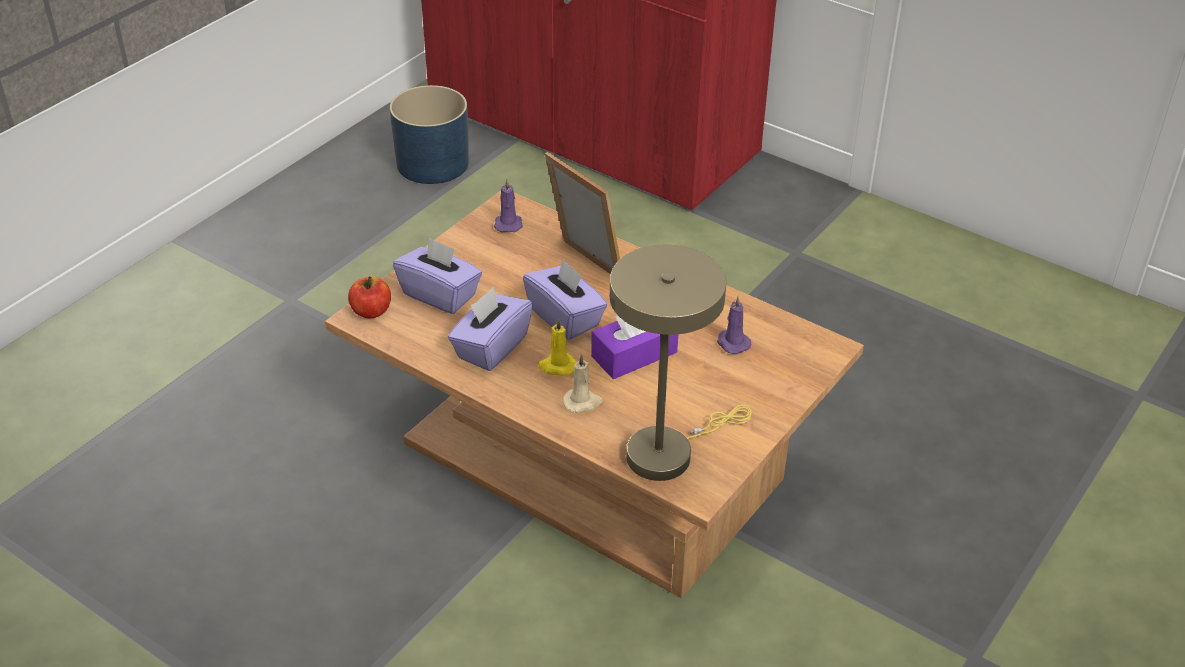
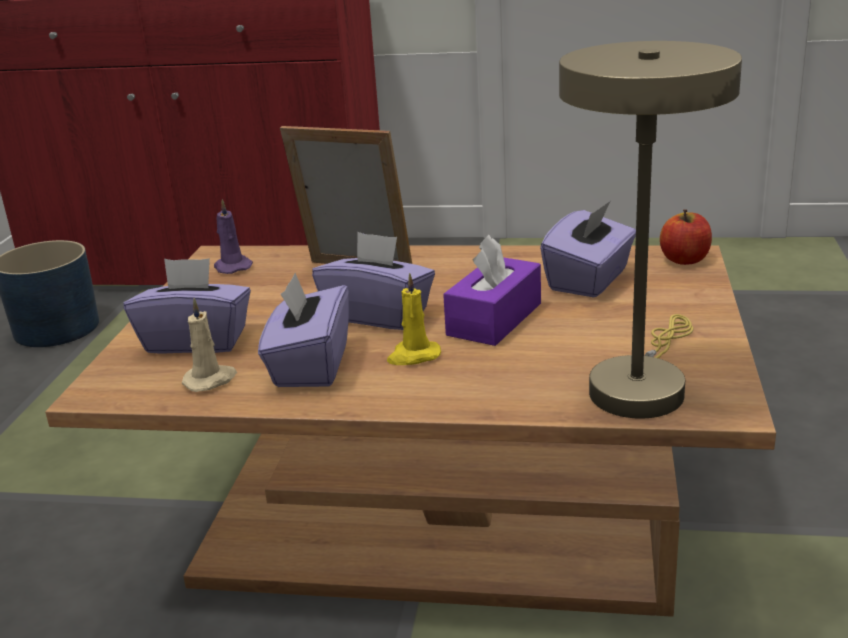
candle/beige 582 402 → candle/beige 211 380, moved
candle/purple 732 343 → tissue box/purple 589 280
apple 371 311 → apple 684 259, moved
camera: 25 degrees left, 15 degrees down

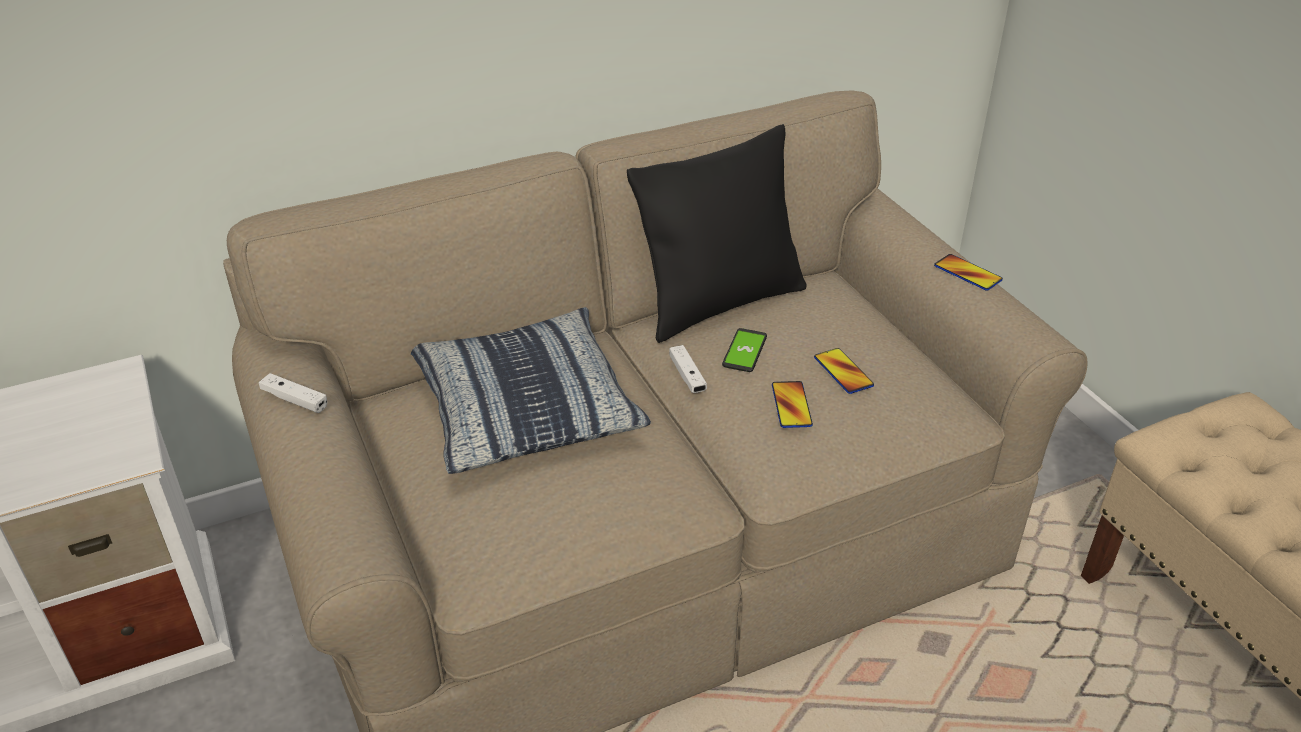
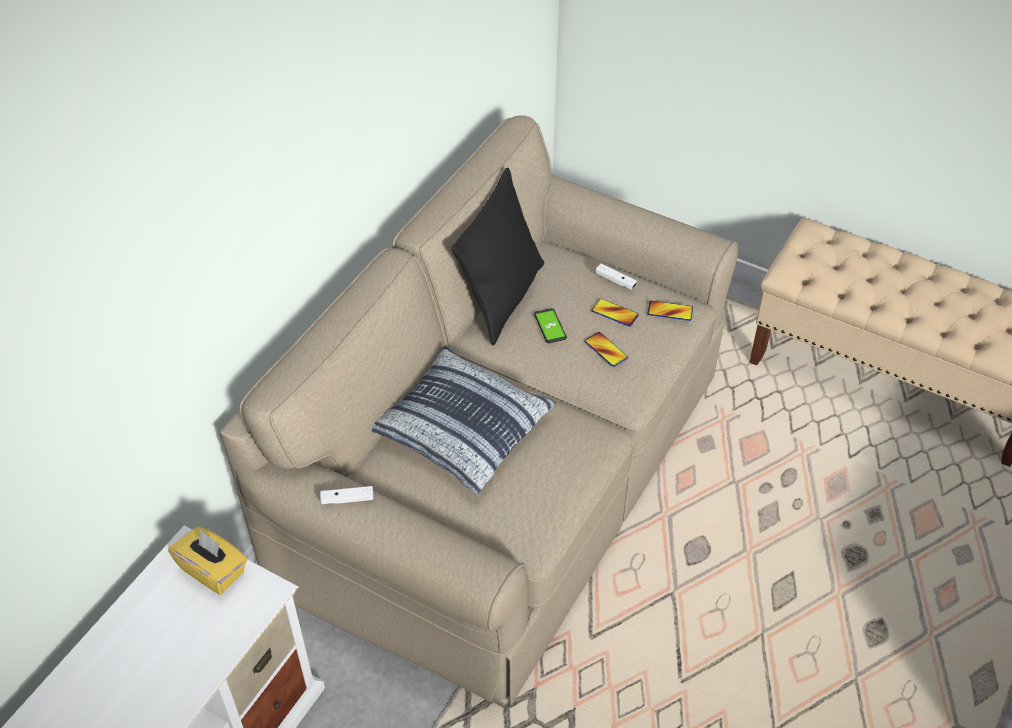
- → tissue box/yellow 213 570
game controller/white 687 376 → game controller/white 615 281, moved
phone 967 273 → phone 670 311, moved
camera: 35 degrees left, 10 degrees up

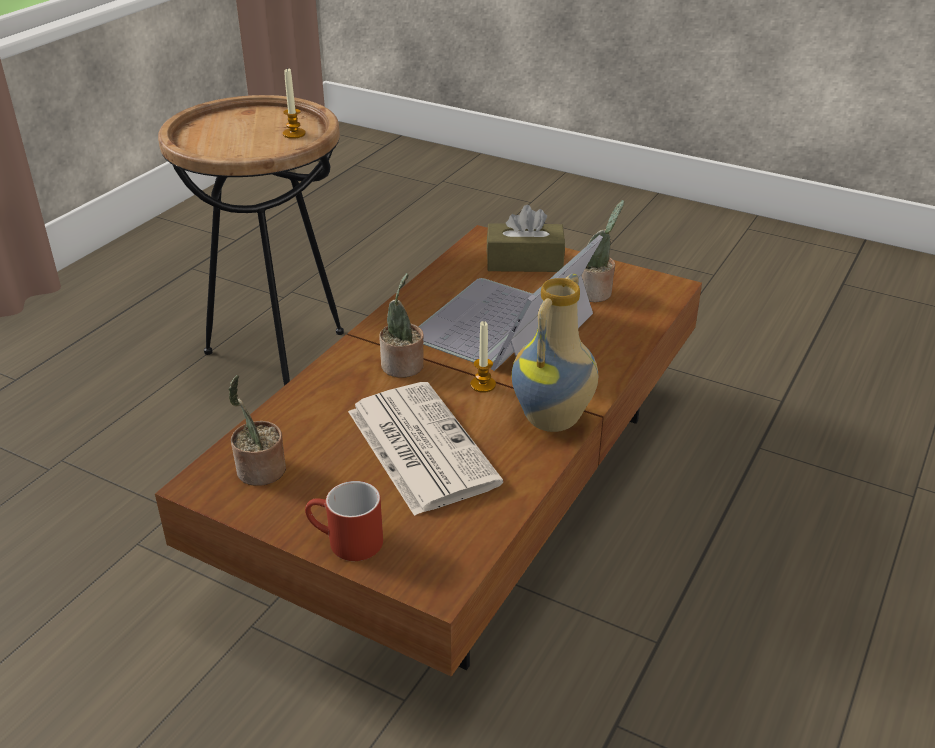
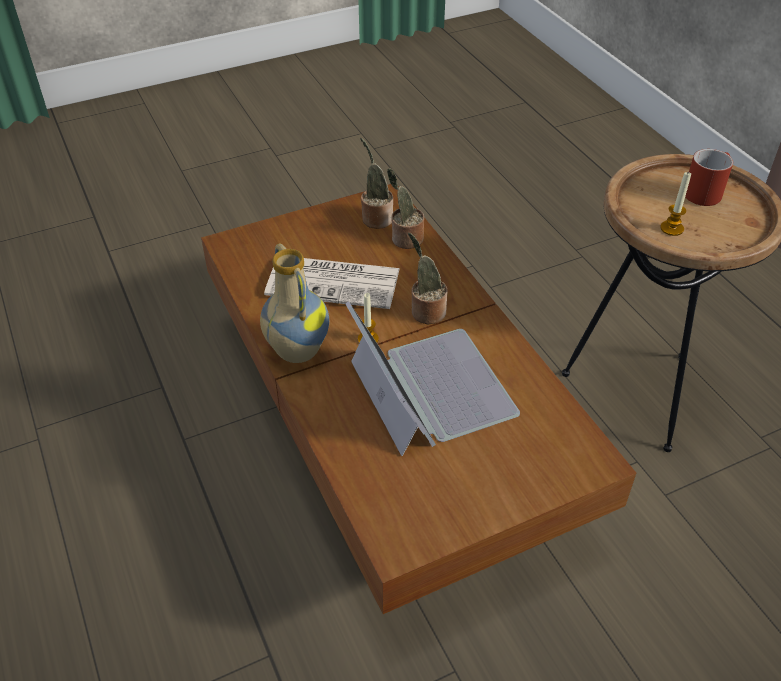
potted plant 595 293 → potted plant 405 239, moved
mug/red 345 542 → mug/red 705 191, moved
tissue box/brown 524 262 → -
camera: 125 degrees right, 10 degrees up

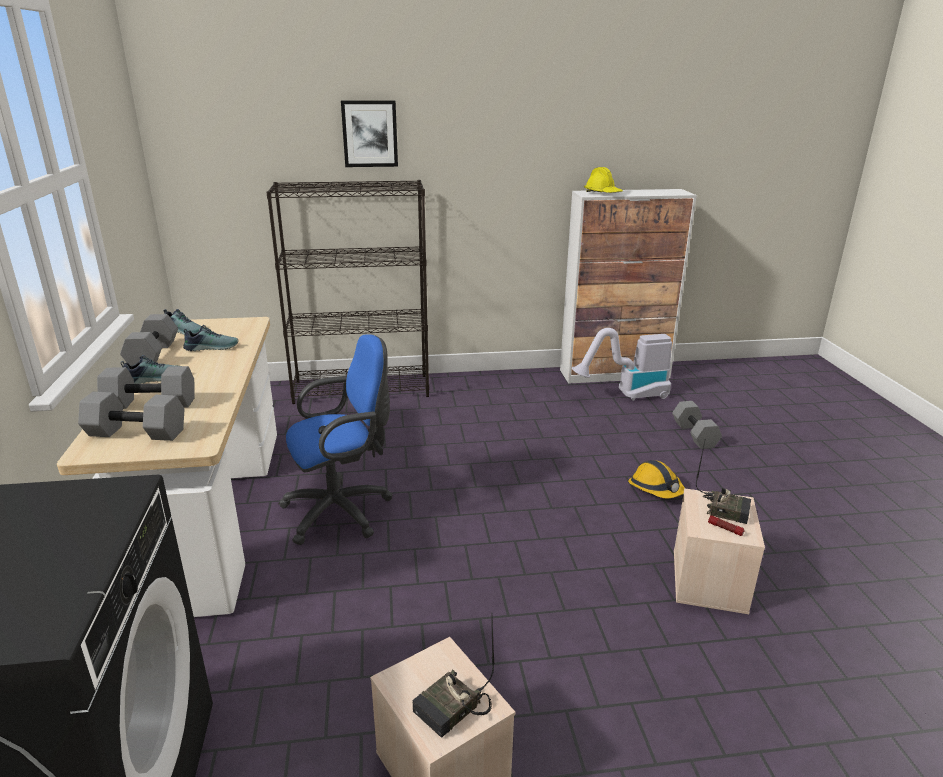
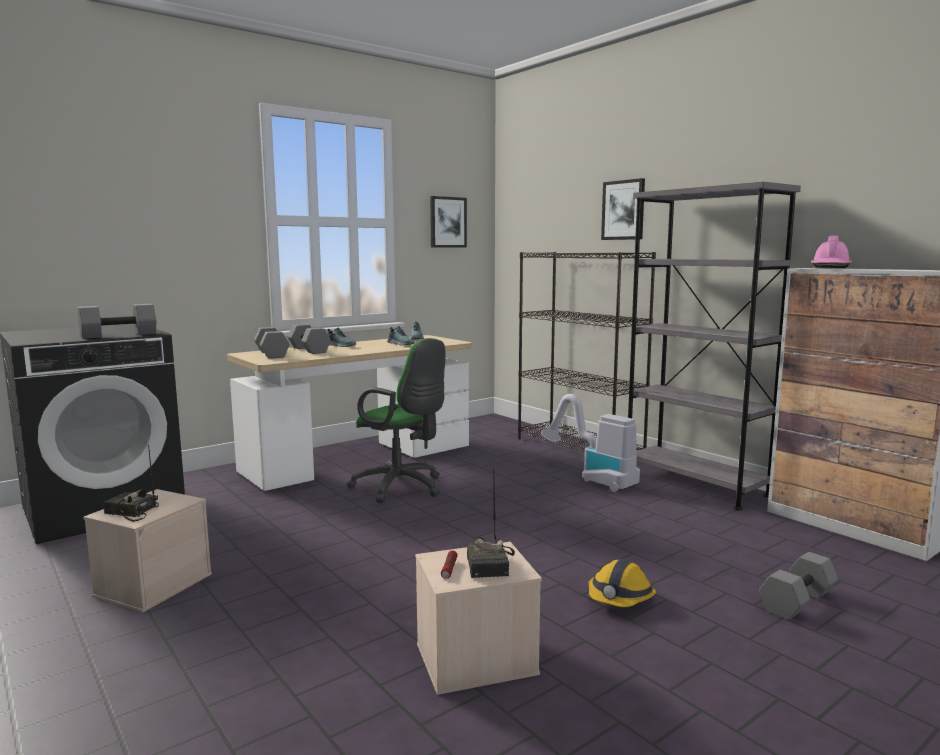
dumbbell/grey 154 355 → dumbbell/grey 118 335, moved
office chair/blue 343 511 → office chair/green 402 488
- → picture 447 222
vacuum cleaner 626 395 → vacuum cleaner 592 478, moved
- → bookcase/grey 694 484
hard hat/yellow 603 193 → hard hat/pink 830 268
camera: 60 degrees right, 15 degrees down

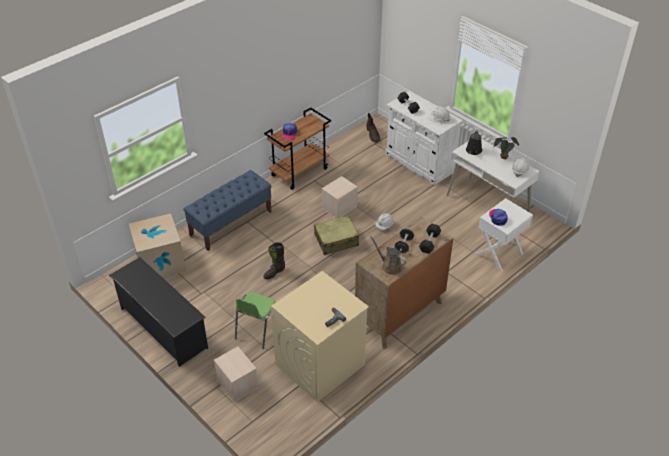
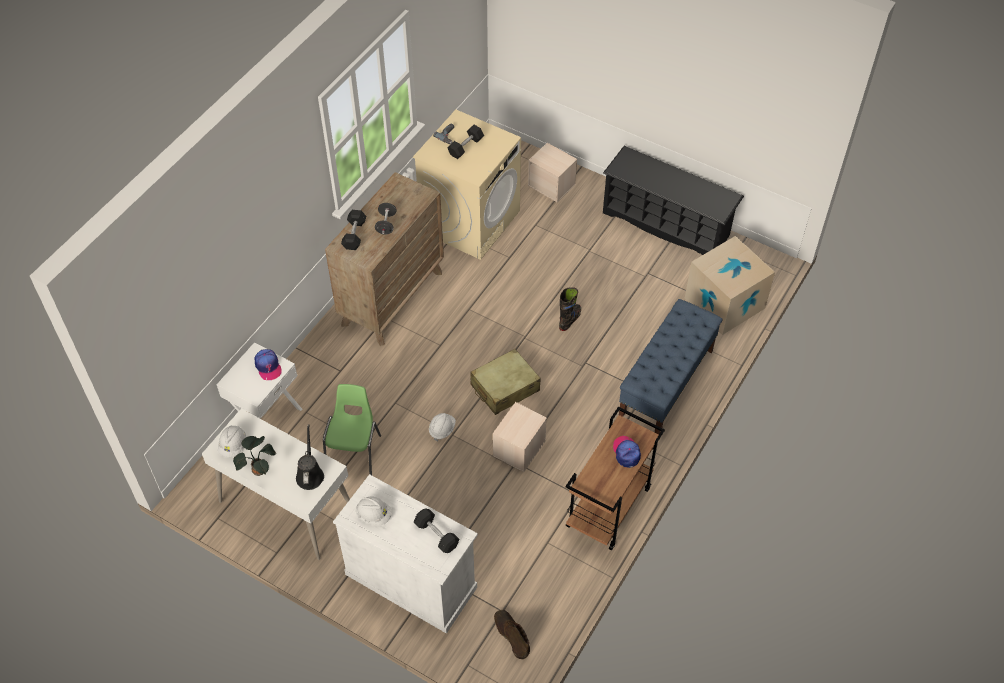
chair/green 257 330 → chair/green 355 454, moved
- → dumbbell/black 466 147
watering can/brown 390 266 → -
camera: 165 degrees right, 10 degrees up

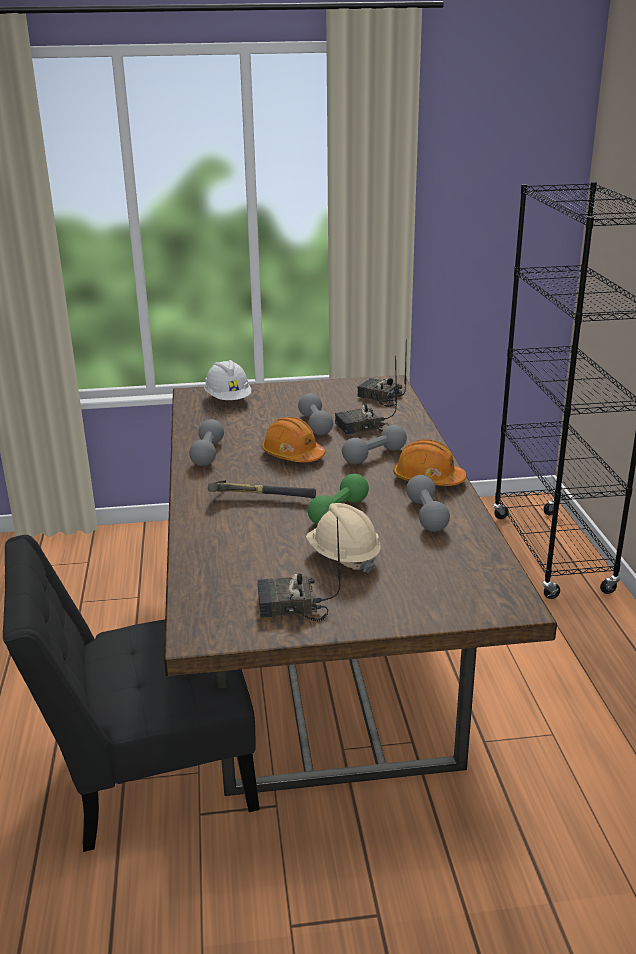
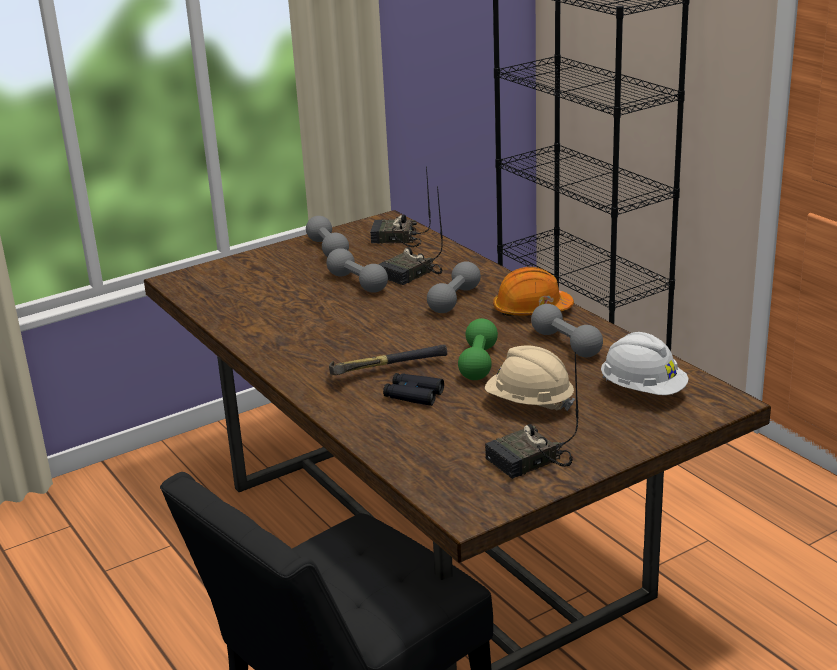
dumbbell/grey 207 453 → dumbbell/grey 328 249, moved
- → binoculars/black 413 395
hard hat/white 228 399 → hard hat/white 643 390, moved
hard hat/orange 292 455 → -
camera: 25 degrees left, 0 degrees up

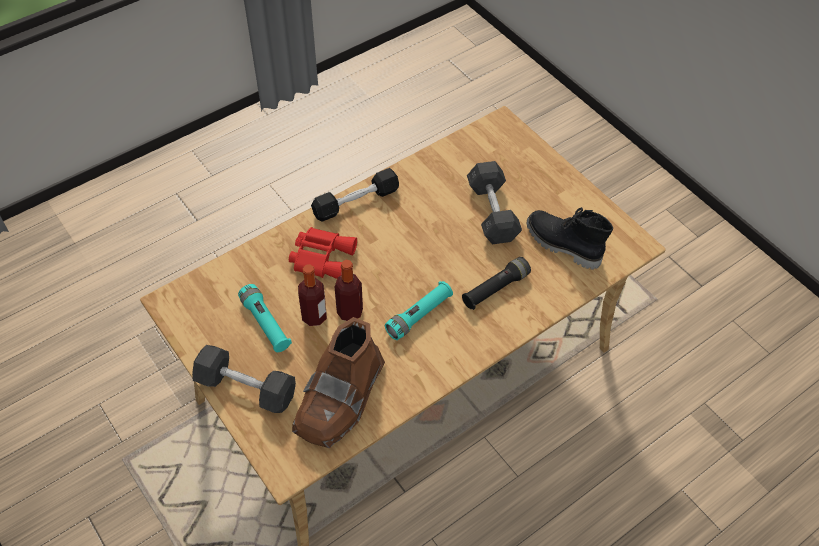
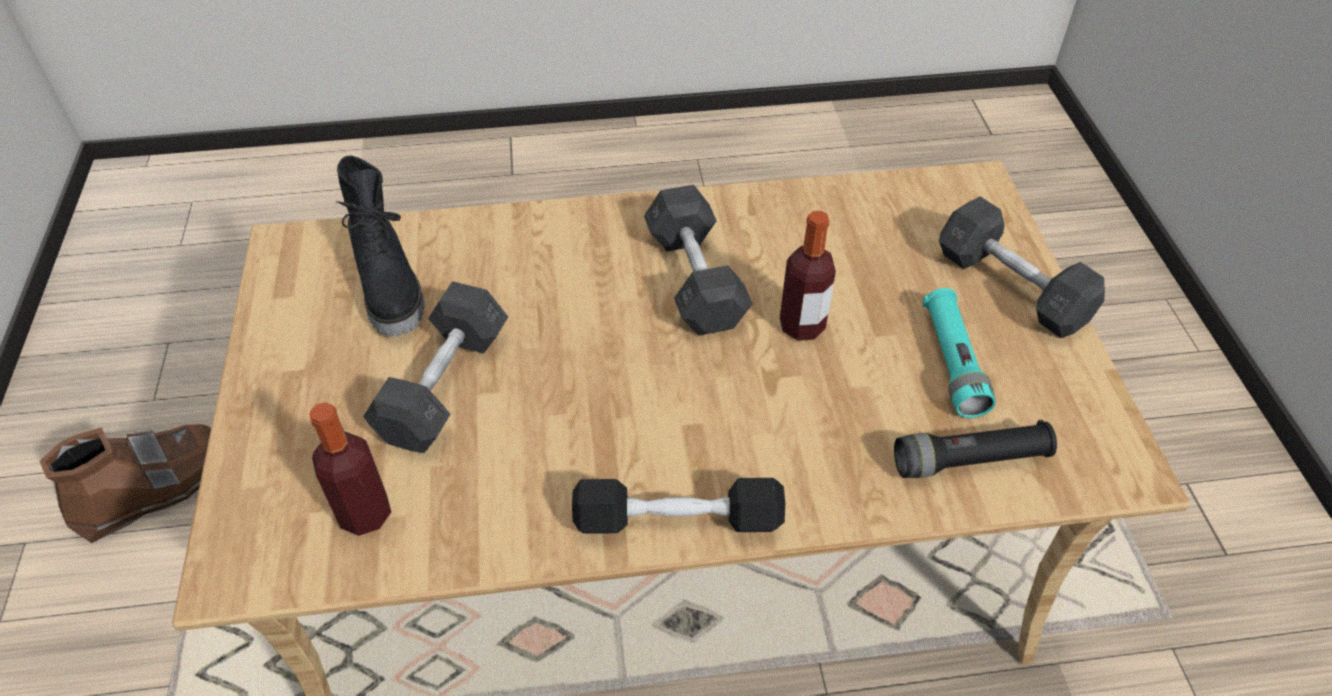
boot/brown 340 398 → boot/brown 153 488, moved
bottle 314 316 → bottle 365 514, moved
flashlight/turquoise 419 315 → dumbbell/grey 695 279
flashlight/black 495 289 → flashlight/black 970 460, moved
binoculars/red 322 256 → -
camera: 150 degrees left, 5 degrees down

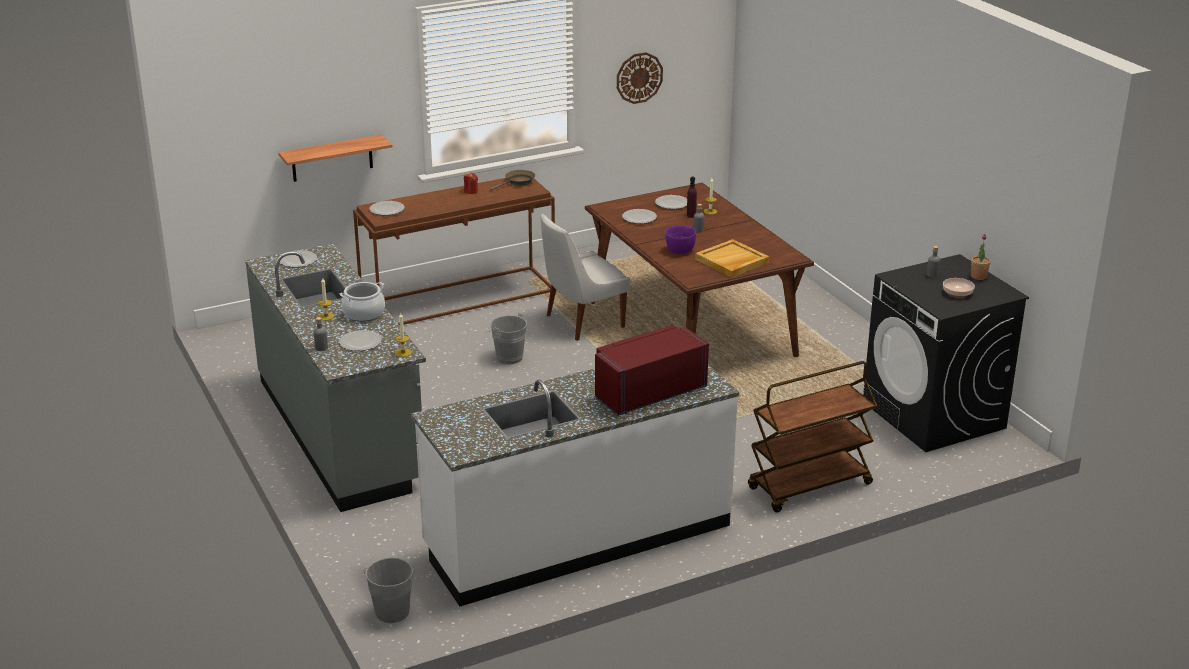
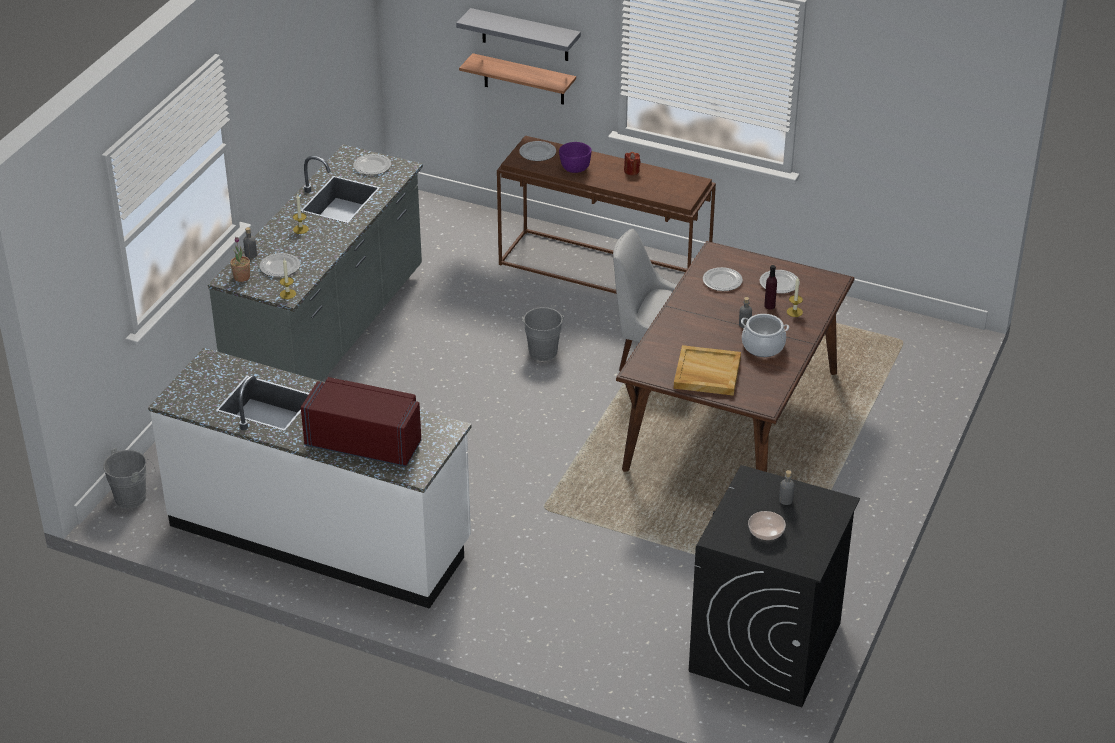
potted plant 978 276 → potted plant 241 277, moved
- → shelf/grey 525 35
bowl/purple 679 251 → bowl/purple 574 168, moved
cooking pot 364 314 → cooking pot 763 346, moved
frying pan/brown 518 182 → -
wall clock 639 77 → -
cart/brown 809 487 → -
camera: 50 degrees right, 10 degrees up

